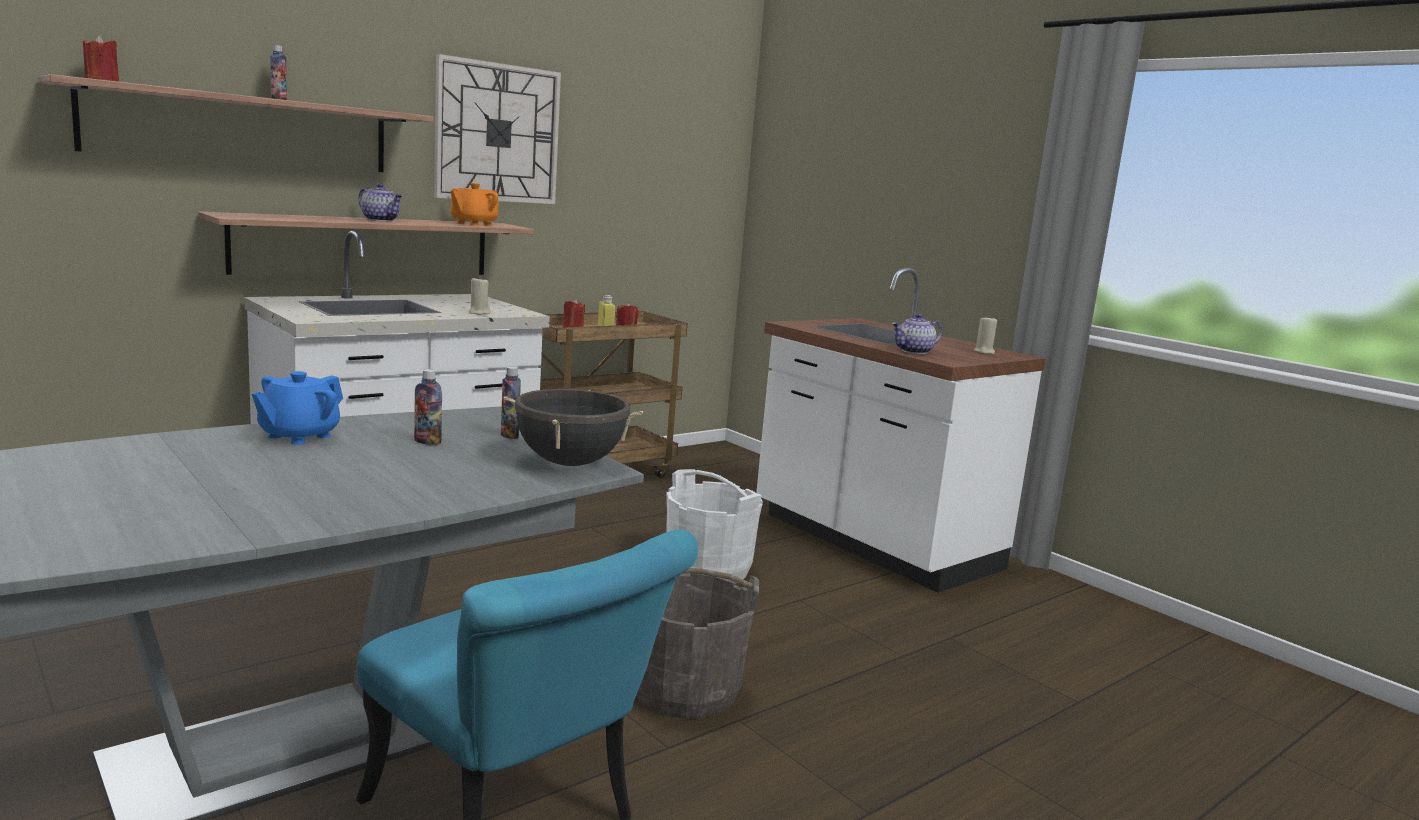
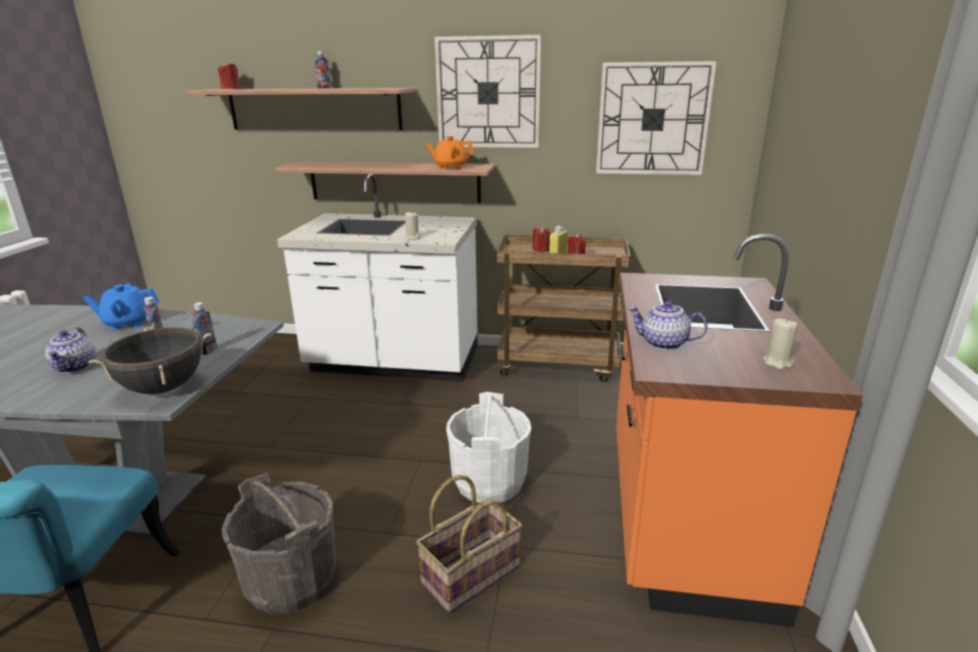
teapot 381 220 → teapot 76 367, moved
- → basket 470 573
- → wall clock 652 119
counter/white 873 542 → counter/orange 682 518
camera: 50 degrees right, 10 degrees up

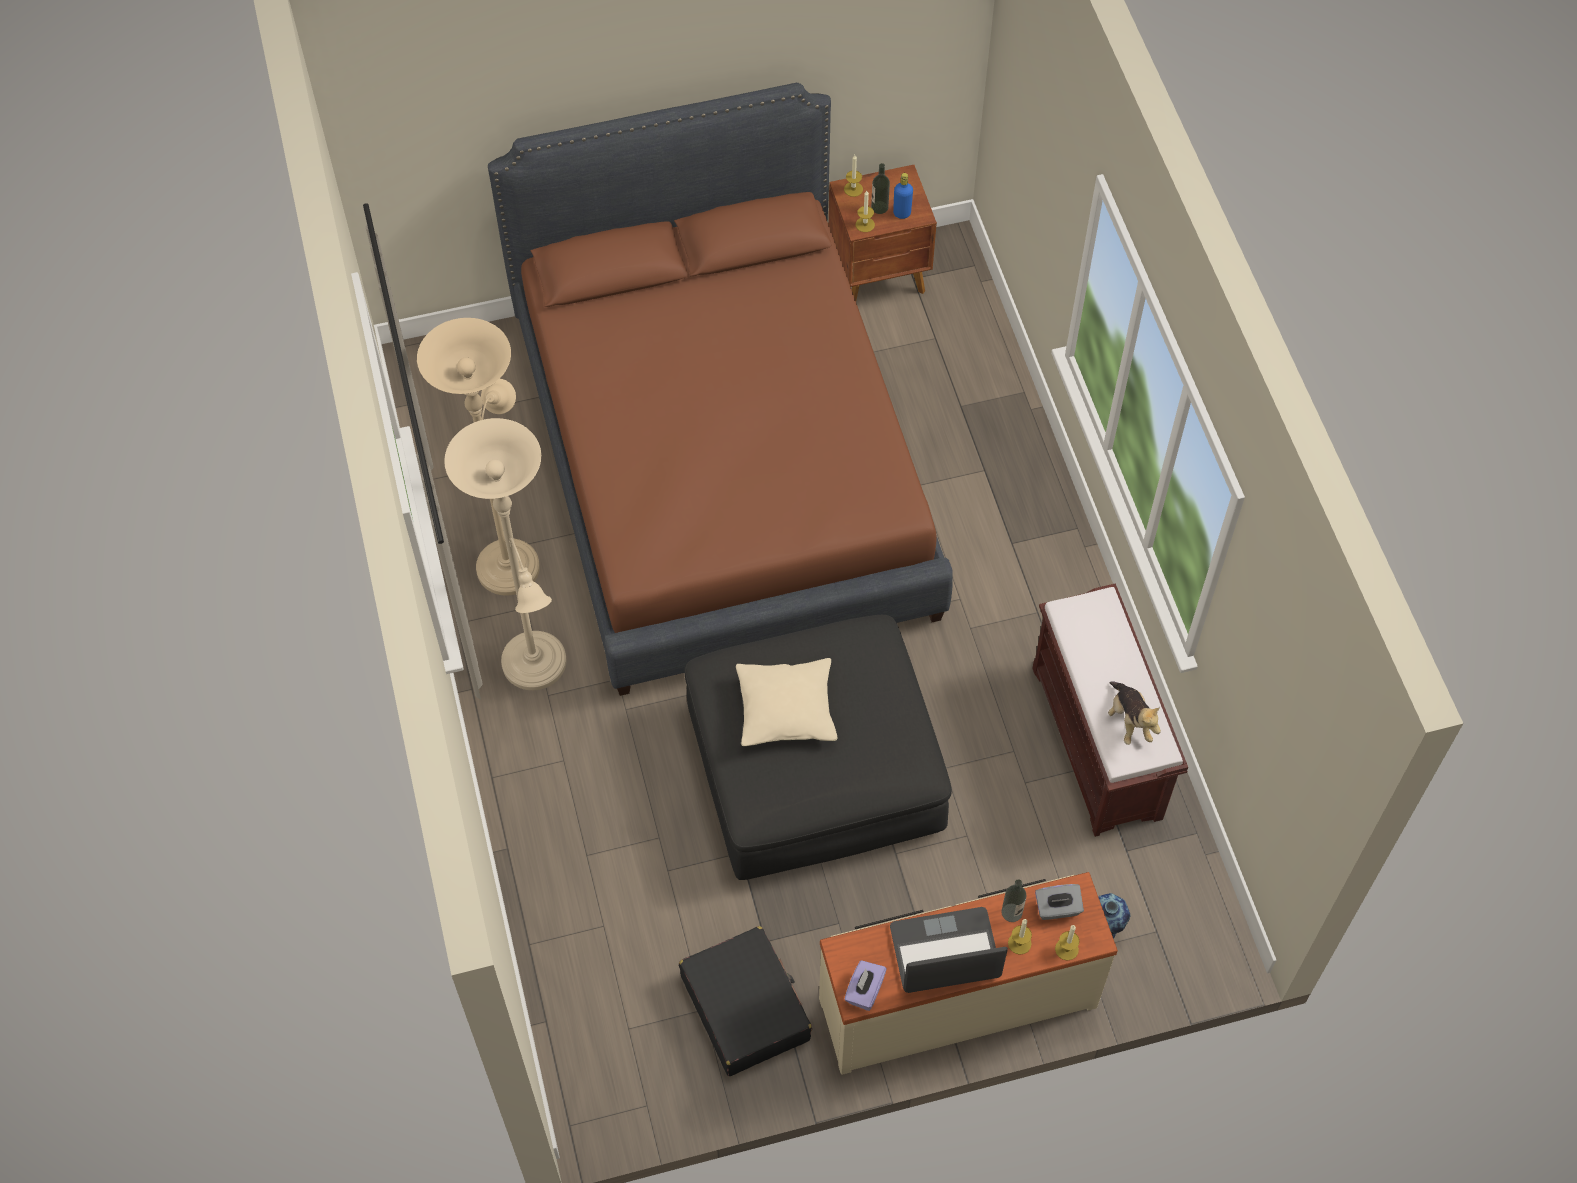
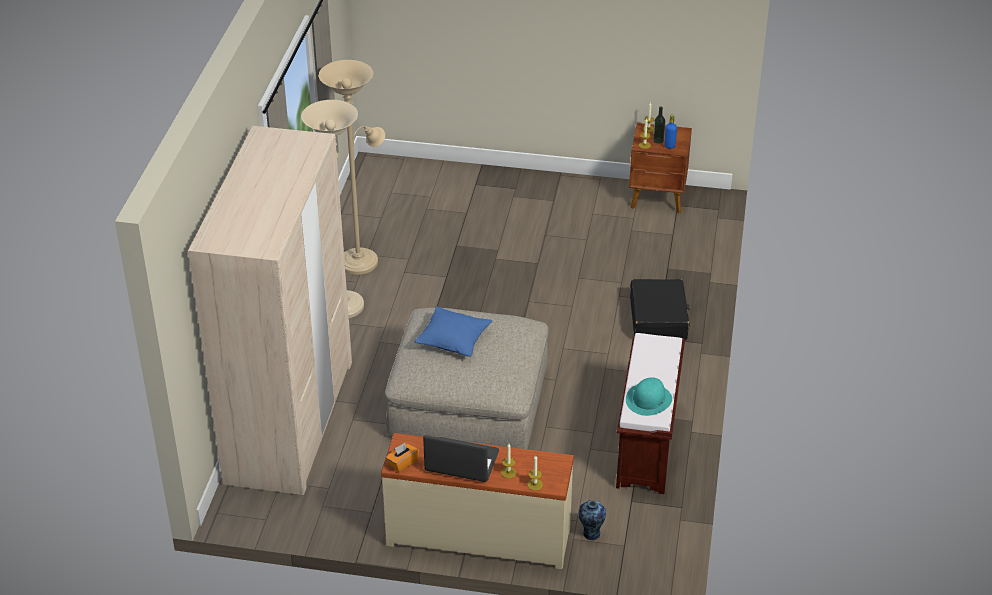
- → wardrobe/beige 290 421
ottoman/black 815 767 → ottoman/beige 469 401
tissue box/purple 864 991 → tissue box/orange 402 463
pillow/beige 786 710 → pillow/blue 453 339
plush toy 1129 721 → hat/turquoise 648 399
suitcase/black 745 1007 → suitcase/black 658 319, moved
bed/brown 724 466 → -
bottle 1011 912 → -
tissue box/grey 1057 908 → -
camera: 25 degrees right, 20 degrees down

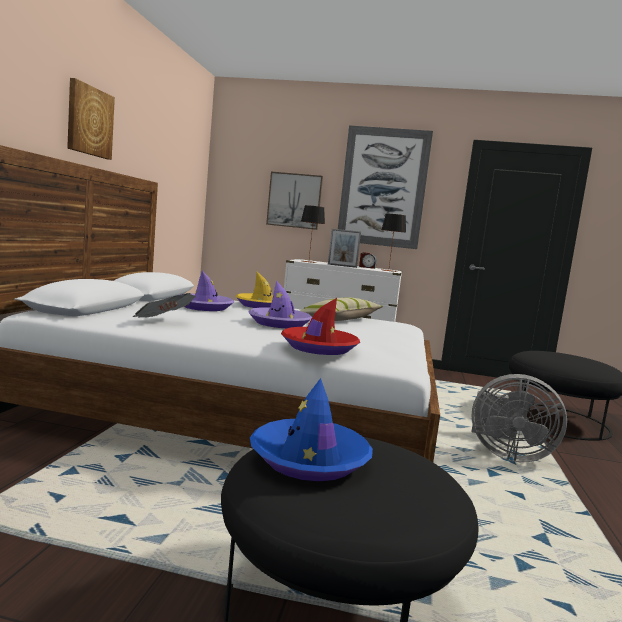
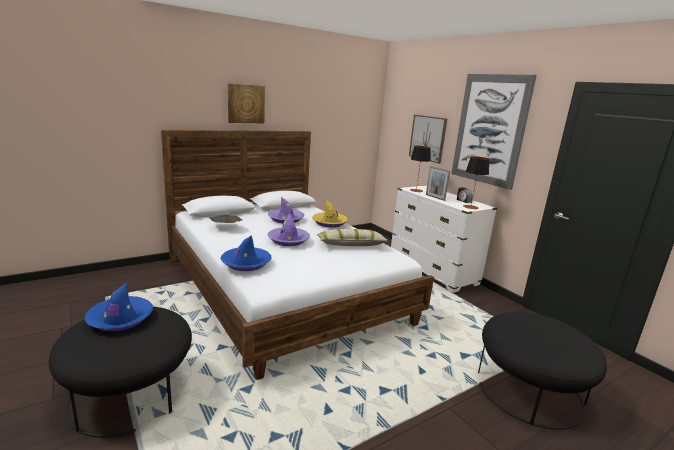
hat/red 319 347 → hat/blue 246 263
fan/grey 506 454 → -
camera: 45 degrees right, 10 degrees up

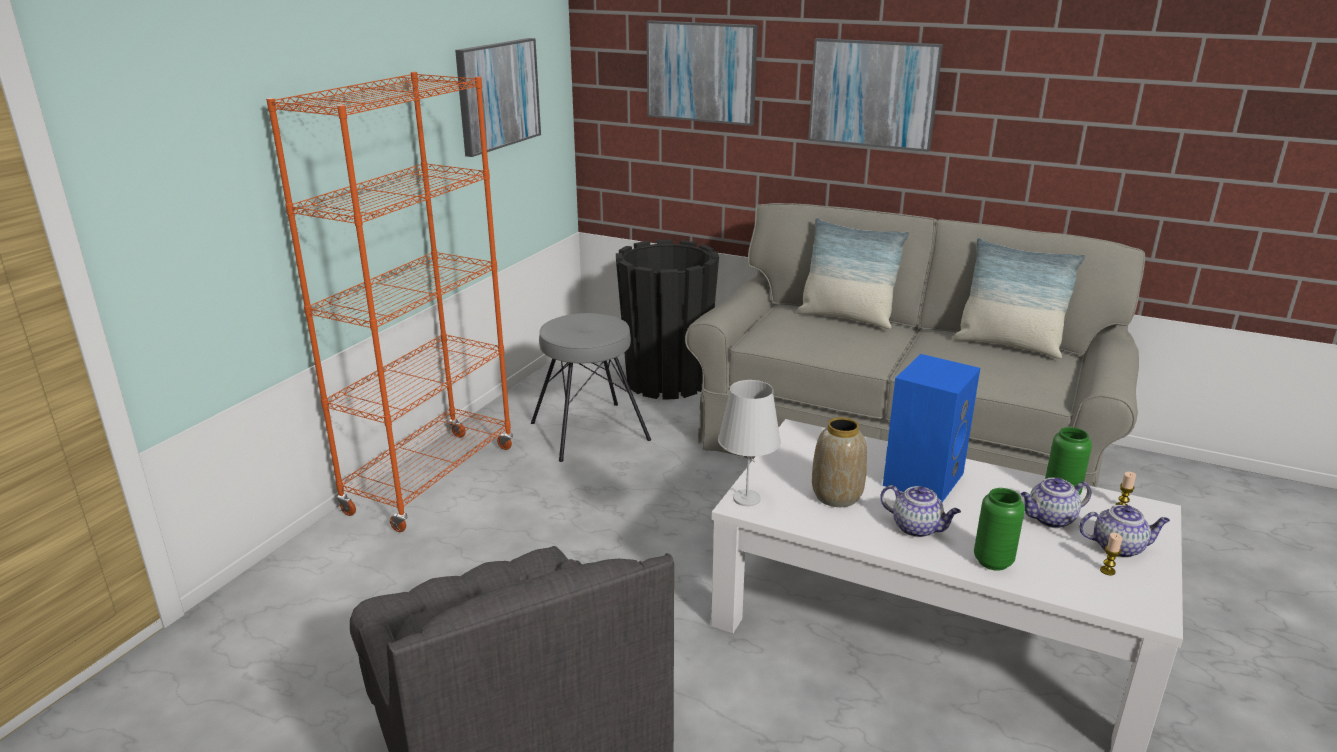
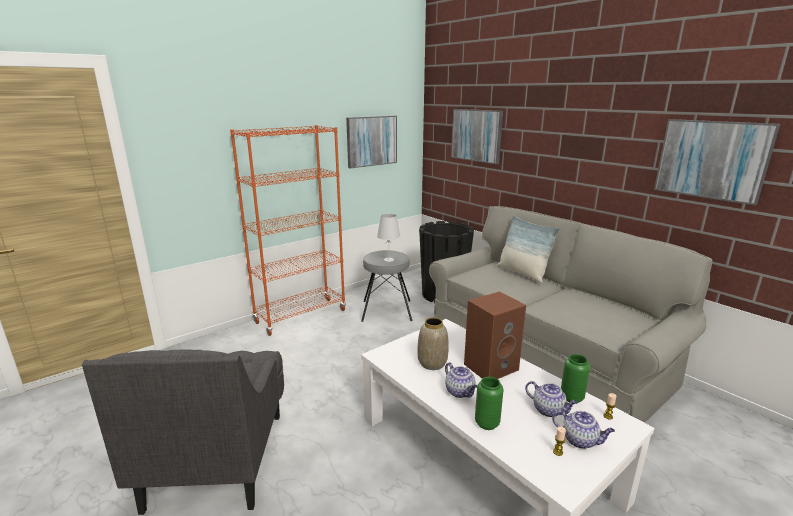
table lamp/white 746 499 → table lamp/white 388 260, moved
speaker/blue 922 478 → speaker/brown 491 366
teapot 1050 519 → teapot 549 410, 150 degrees counterclockwise
picture 873 94 → picture 711 159, moved
pillow 1008 345 → -
camera: 25 degrees right, 5 degrees down

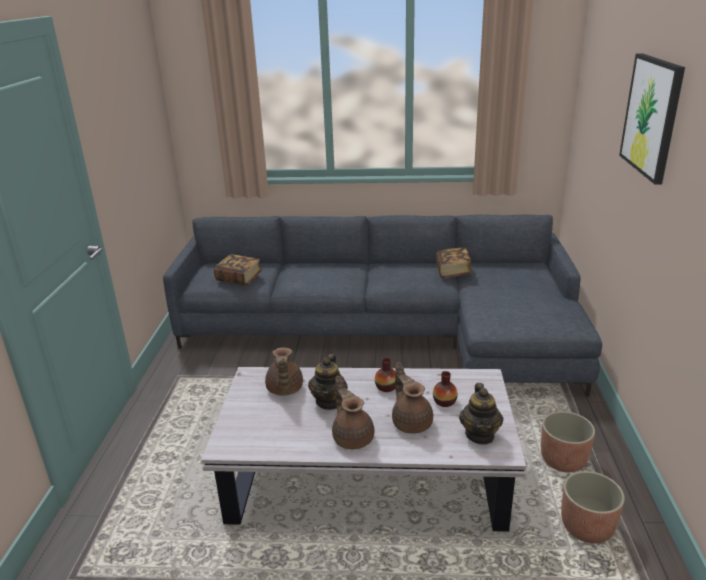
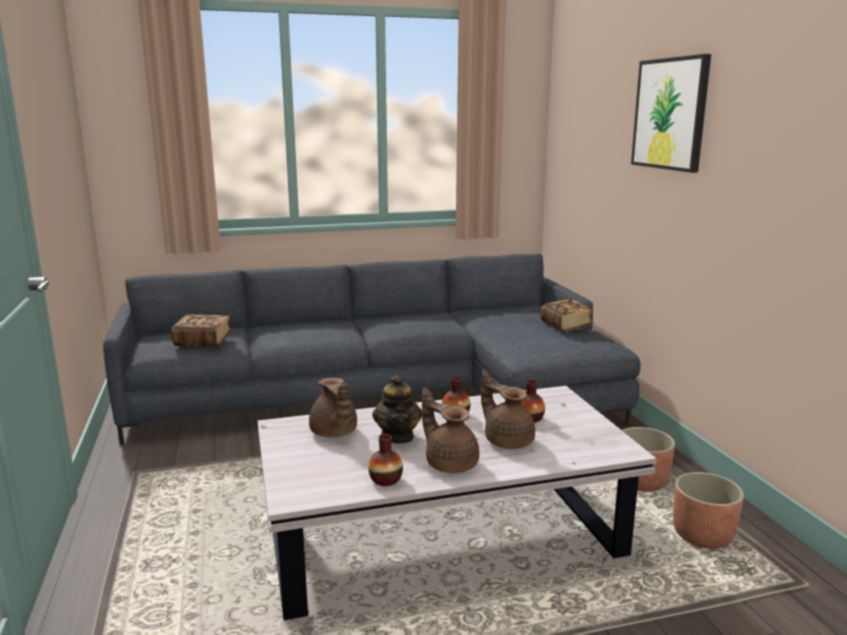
- → vase 385 480
book 453 271 → book 566 326, moved
teapot 480 435 → -
camera: 20 degrees left, 10 degrees down

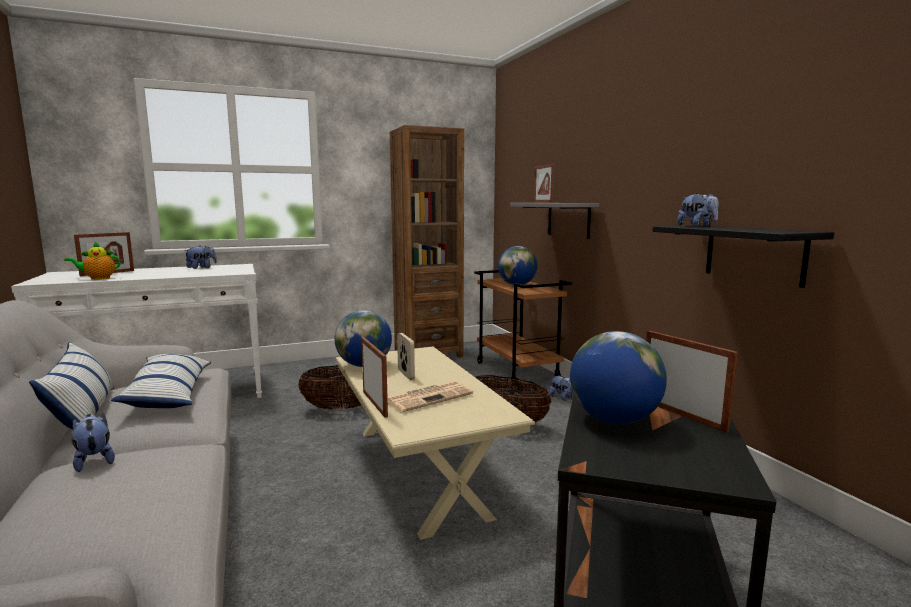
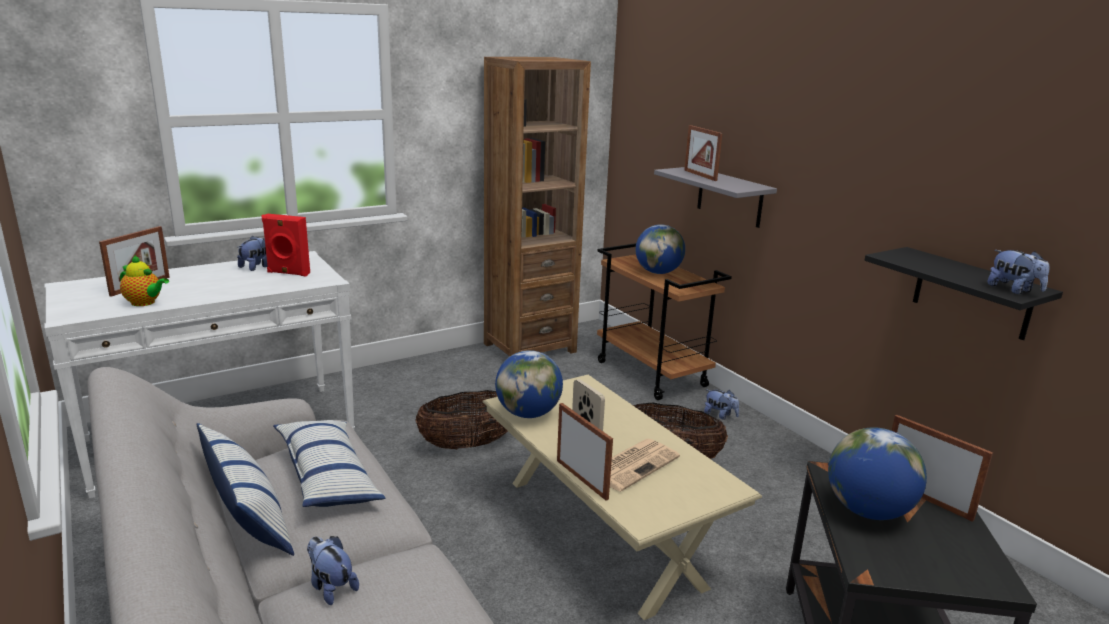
teapot 98 278 → teapot 145 303, 120 degrees counterclockwise
- → speaker/red 288 273
plush toy 697 226 → plush toy 1013 290, moved
camera: 10 degrees left, 10 degrees up

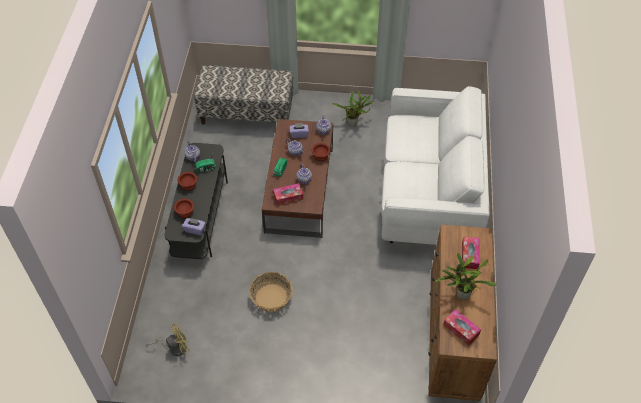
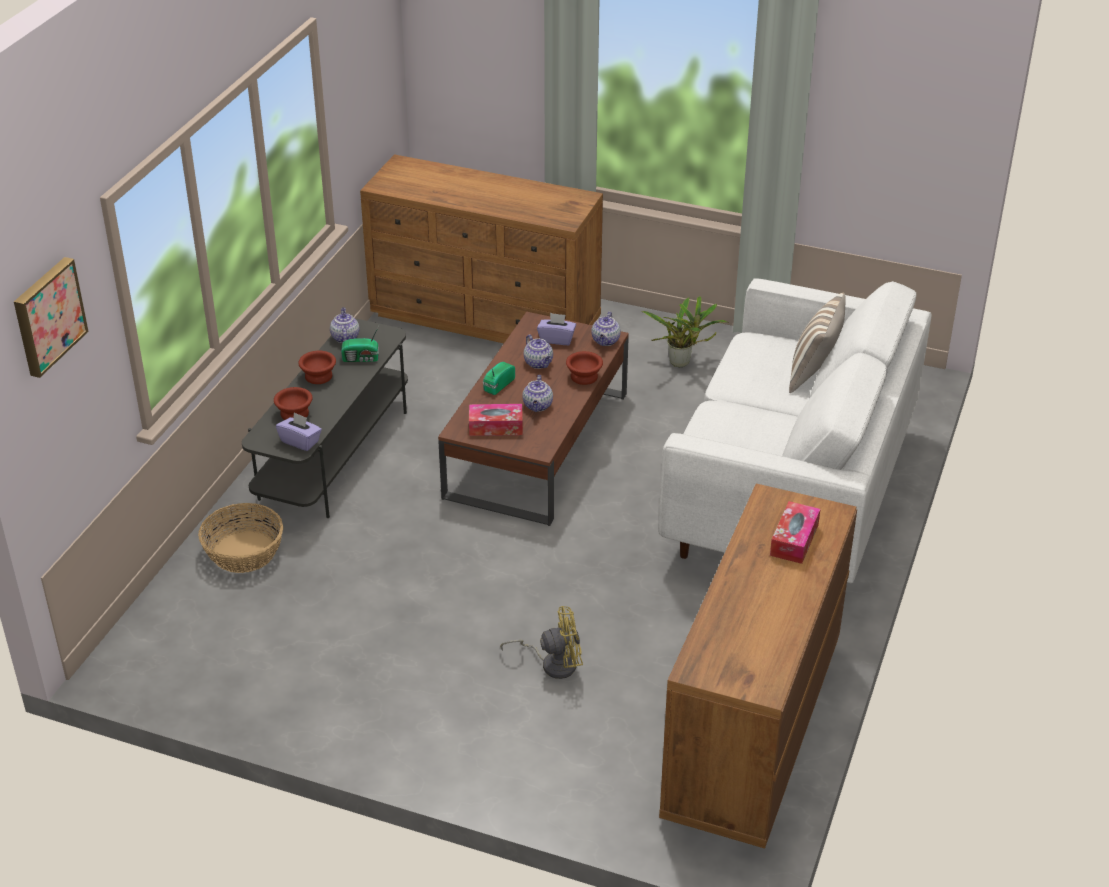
- → picture 47 316
basket 271 298 → basket 243 552, moved
bench 247 113 → dresser/brown 486 318
fan/yellow 174 347 → fan/yellow 553 663, moved
- → pillow 814 374
potted plant 461 294 → -
tissue box 461 330 → -
camera: 15 degrees right, 15 degrees down

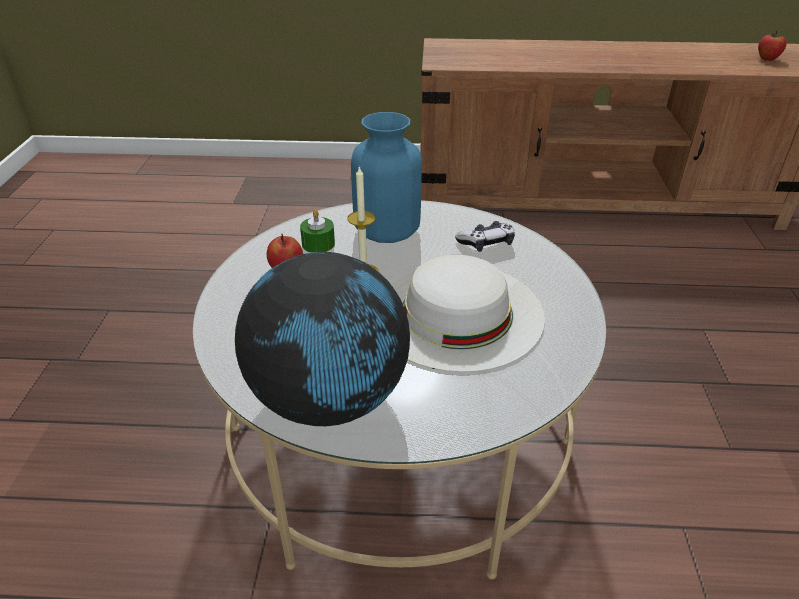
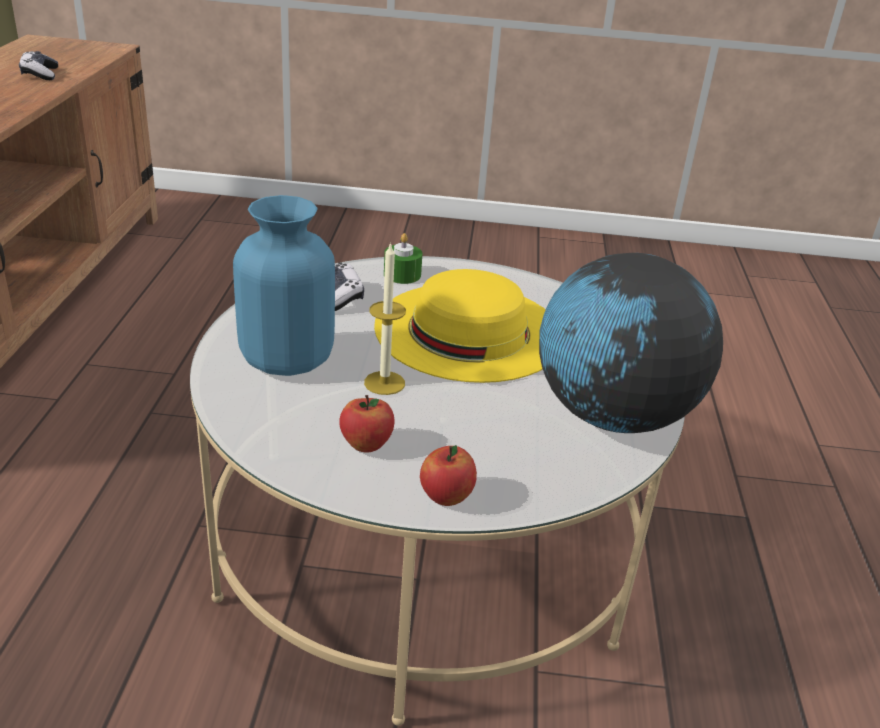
- → game controller 40 74
hat/white 456 312 → hat/yellow 468 330
candle/green 318 244 → candle/green 402 274, moved
apple 767 59 → apple 446 497, moved
camera: 90 degrees left, 5 degrees down

